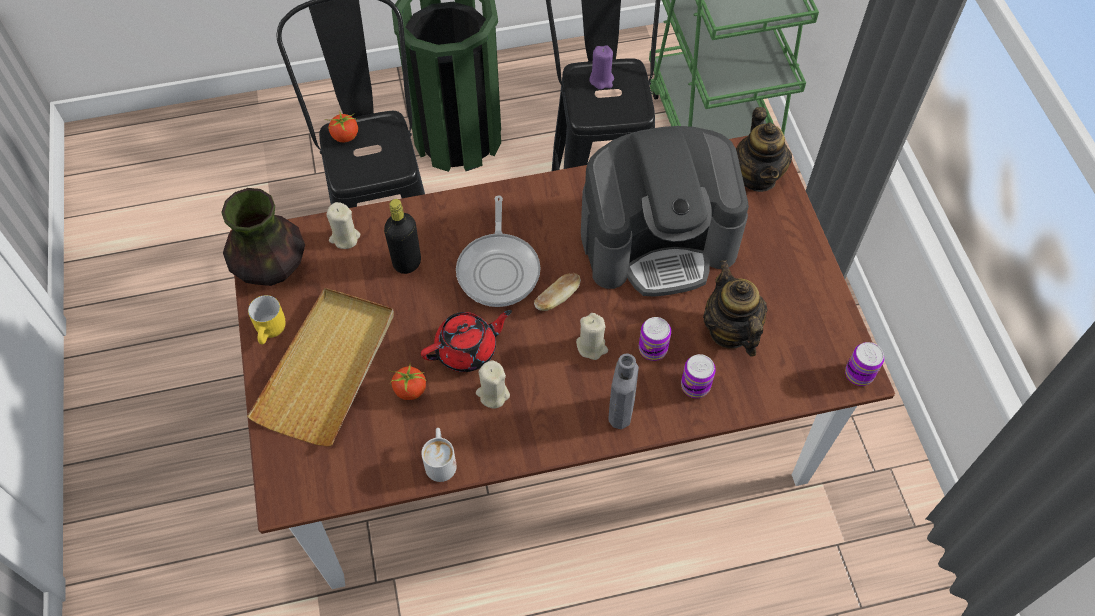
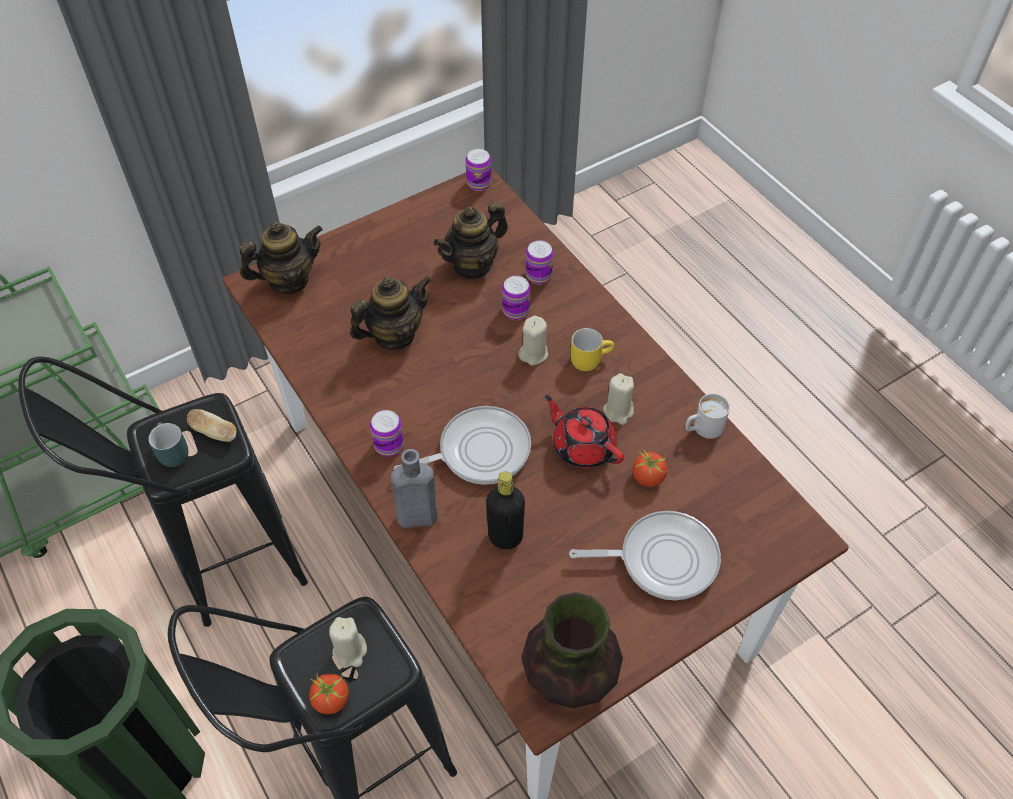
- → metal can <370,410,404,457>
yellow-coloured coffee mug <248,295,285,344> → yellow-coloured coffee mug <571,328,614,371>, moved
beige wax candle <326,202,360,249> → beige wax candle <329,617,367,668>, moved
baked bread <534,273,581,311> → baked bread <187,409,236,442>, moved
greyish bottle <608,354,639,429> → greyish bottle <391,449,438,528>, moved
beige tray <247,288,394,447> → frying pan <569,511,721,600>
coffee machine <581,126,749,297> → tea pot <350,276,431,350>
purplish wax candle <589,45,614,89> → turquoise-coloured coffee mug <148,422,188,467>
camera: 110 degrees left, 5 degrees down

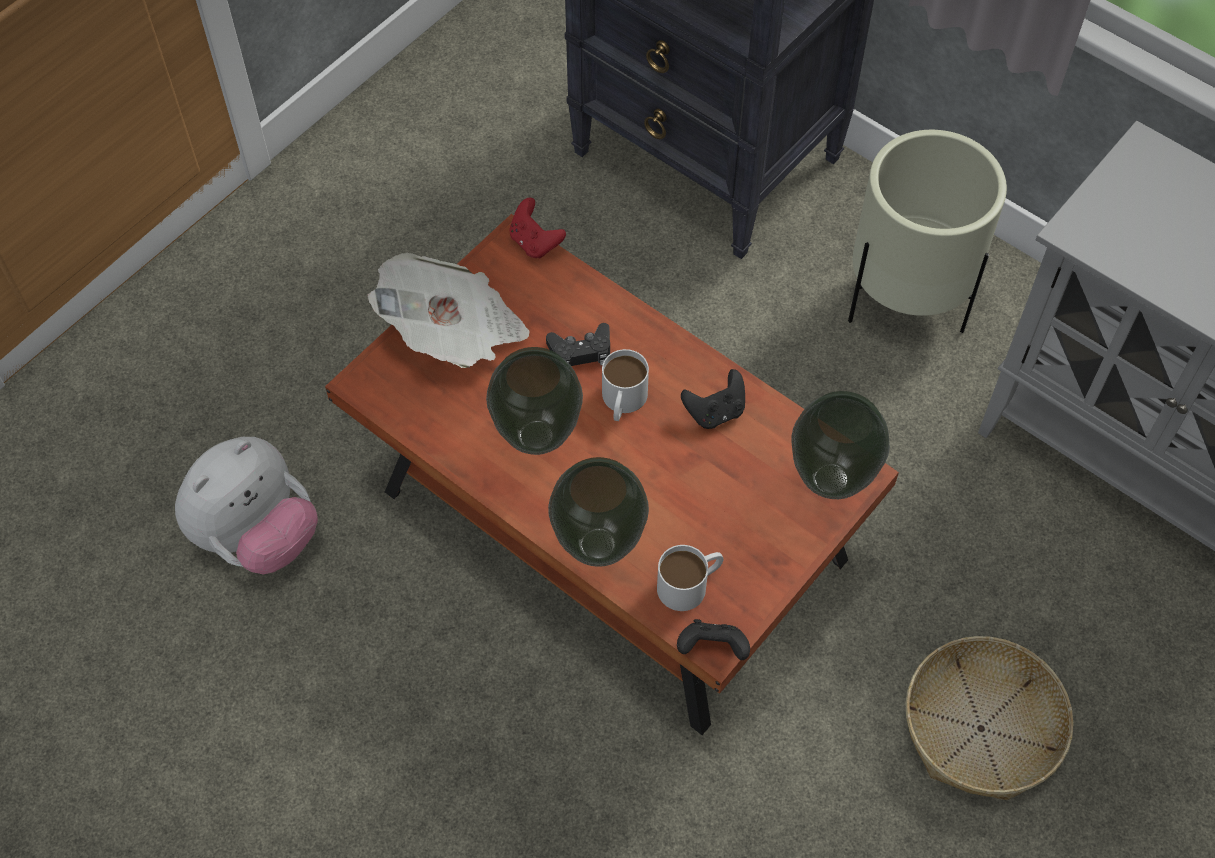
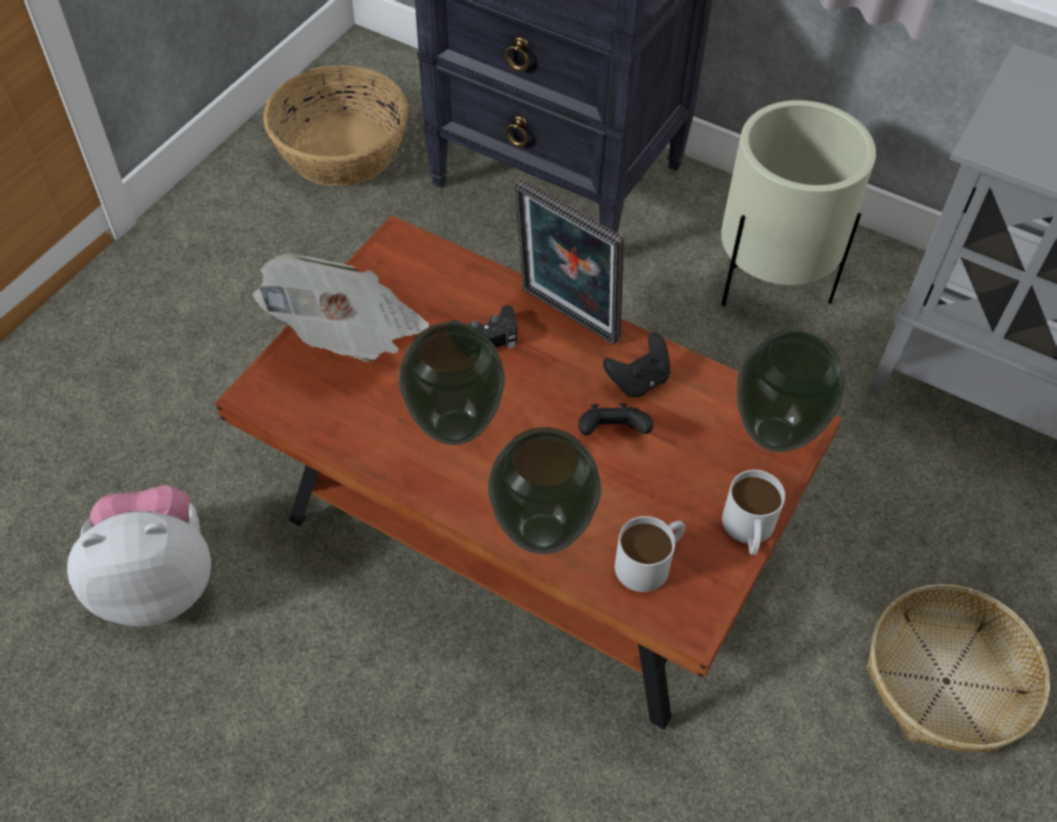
reddish gamepad <509,198,566,259> → -
- → storage basket <263,65,409,187>
- → standing frame <514,179,624,345>
whitish coffee mug <602,349,649,421> → whitish coffee mug <722,470,785,555>, moved
black-coloured gamepad <677,619,750,660> → black-coloured gamepad <579,403,653,436>, moved
cuddly toy <175,437,318,574> → cuddly toy <67,485,211,627>, 135 degrees counterclockwise
camera: 10 degrees left, 5 degrees down

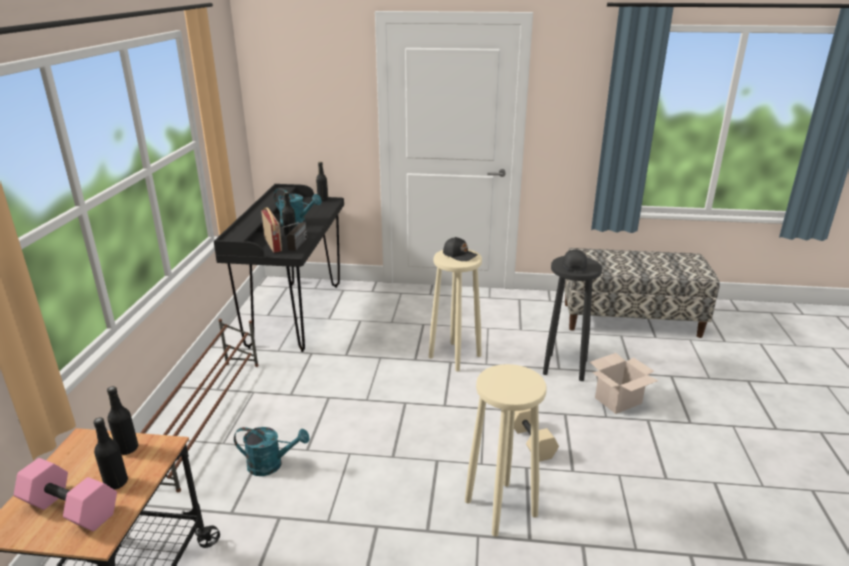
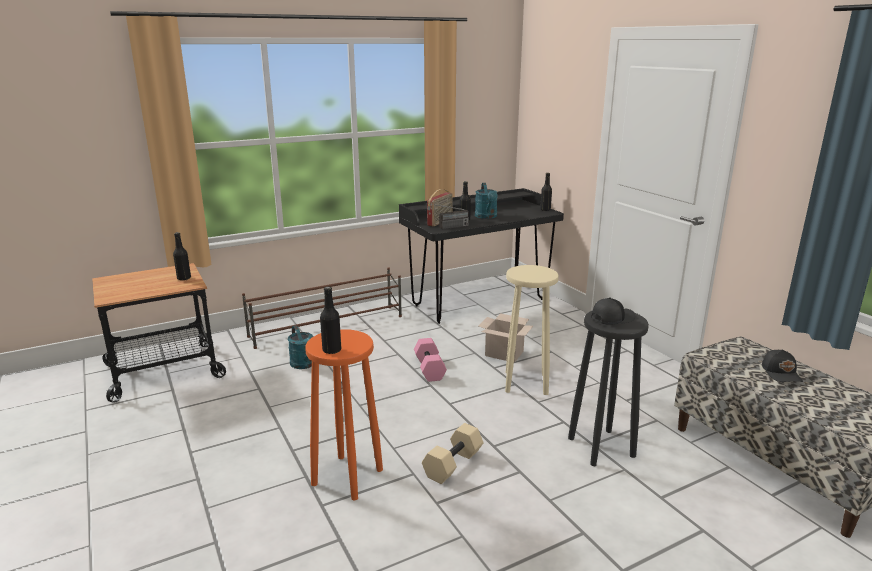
pinkish dumbbell <14,458,117,531> → pinkish dumbbell <414,338,447,382>, moved
black-coloured bottle <93,418,128,490> → black-coloured bottle <320,286,341,354>, moved
black-coloured peaked cap <443,237,477,261> → black-coloured peaked cap <762,349,803,382>, moved
carton <590,353,659,414> → carton <478,313,533,363>, moved
beige sitting stool <465,364,546,537> → orange sitting stool <305,329,383,500>
camera: 55 degrees right, 5 degrees down

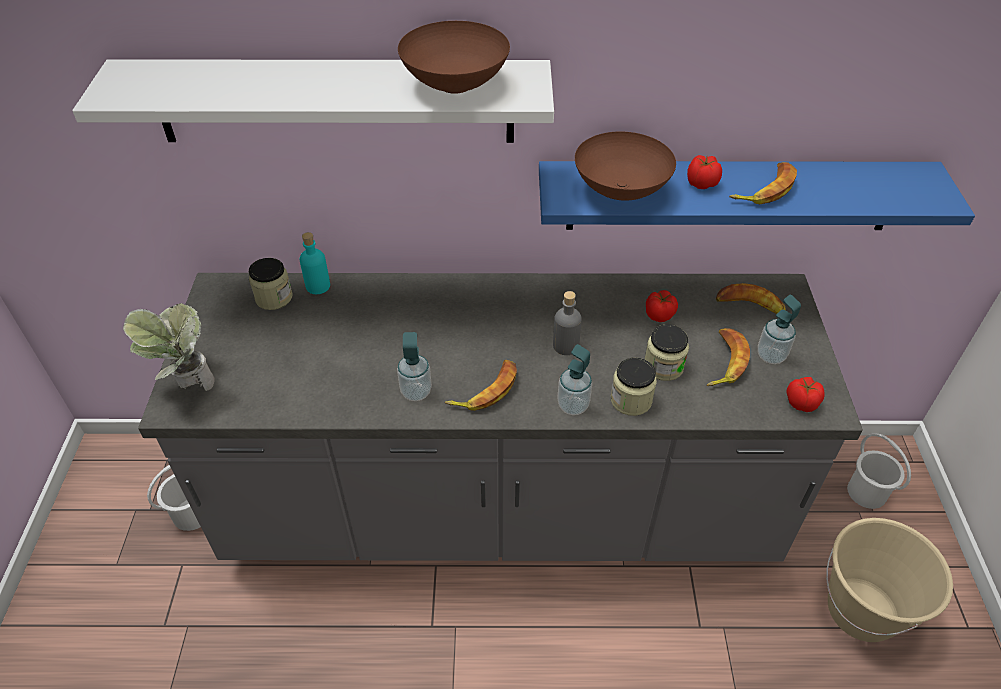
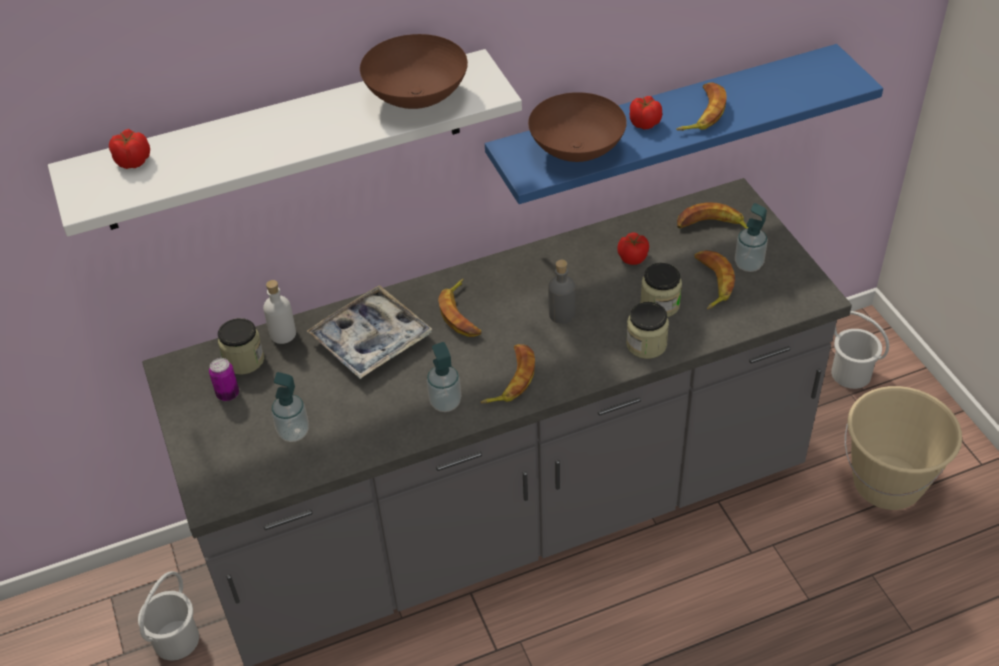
plant in a pot <123,303,214,391> → -
- → metal can <209,358,239,401>
- → tray <307,285,432,379>
- → banana <438,279,481,337>
liquid soap bottle <557,344,592,415> → liquid soap bottle <271,372,309,442>, moved
whole tomato <786,377,825,412> → whole tomato <109,129,150,169>, moved
turquoise-coloured bottle <300,232,330,294> → whitish bottle <263,280,296,344>
camera: 20 degrees left, 0 degrees up

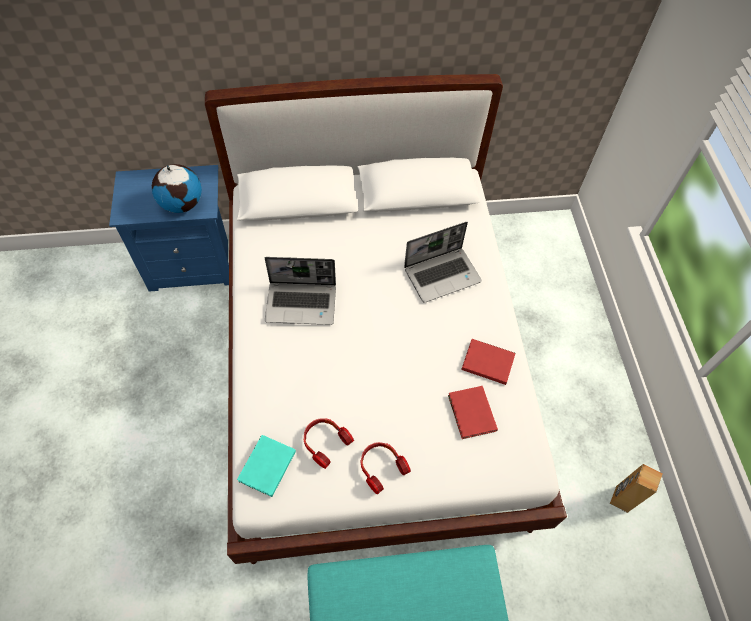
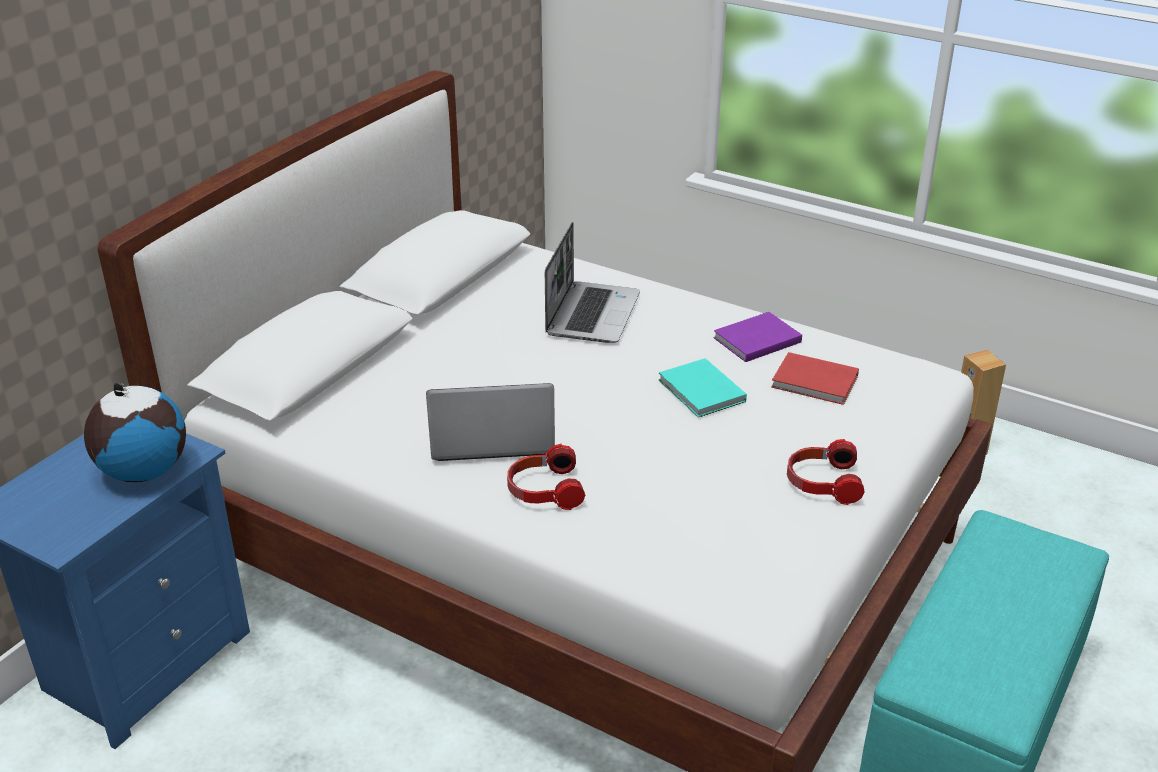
turquoise-coloured bound book <237,435,296,497> → turquoise-coloured bound book <659,358,747,418>, moved
headphones <303,418,354,469> → headphones <507,444,585,510>, moved
reddish bound book <461,339,516,385> → purplish bound book <713,312,802,362>
notebook computer <265,257,336,325> → notebook computer <426,383,555,461>, 135 degrees counterclockwise
camera: 50 degrees left, 25 degrees down

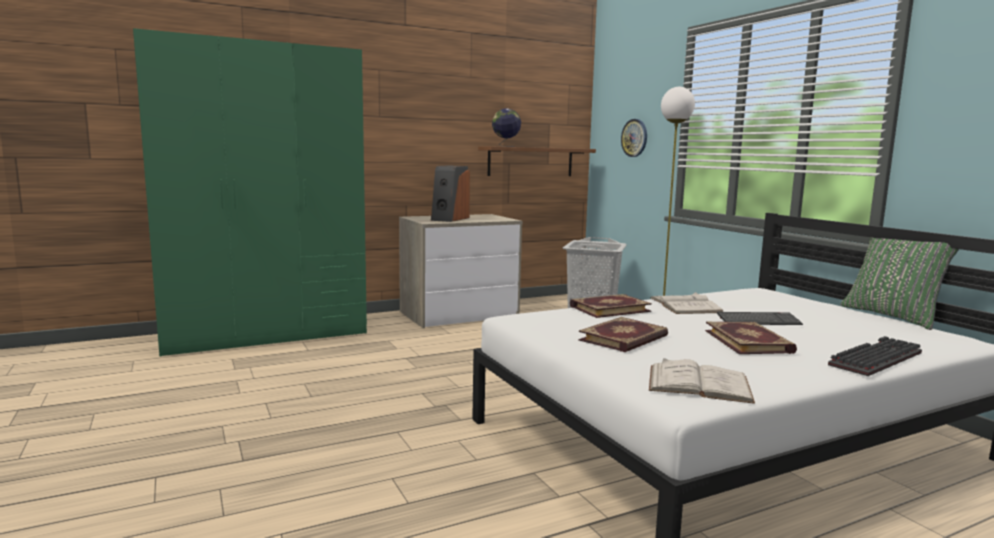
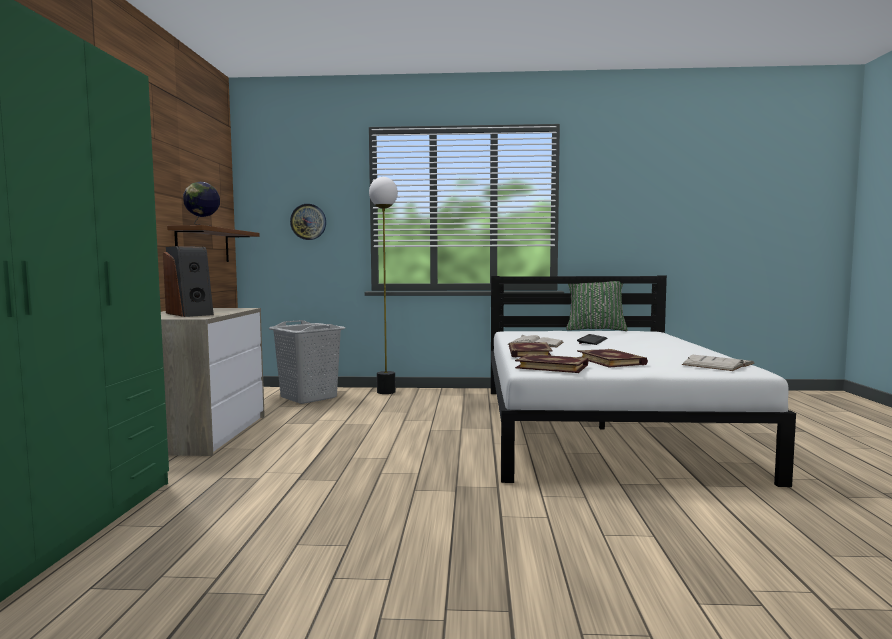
PC keyboard <828,336,922,376> → -
bound book <705,322,797,354> → bound book <515,354,588,373>, moved
camera: 60 degrees left, 5 degrees down

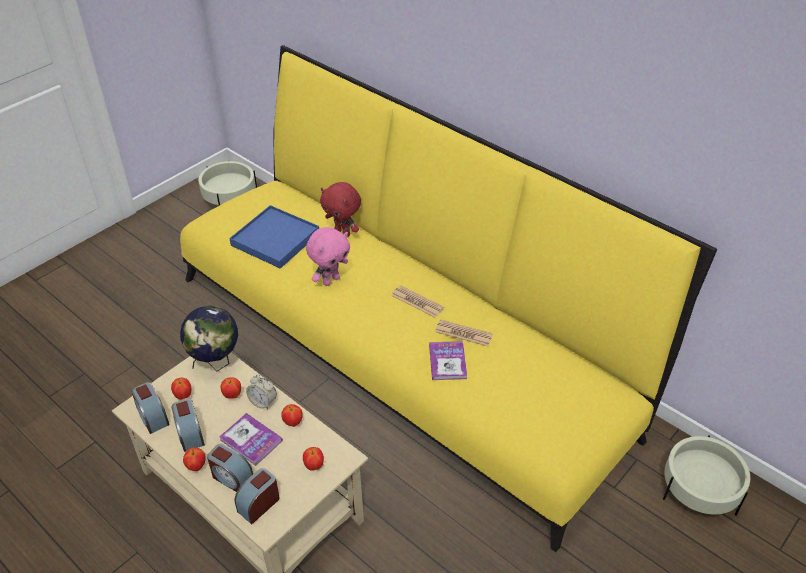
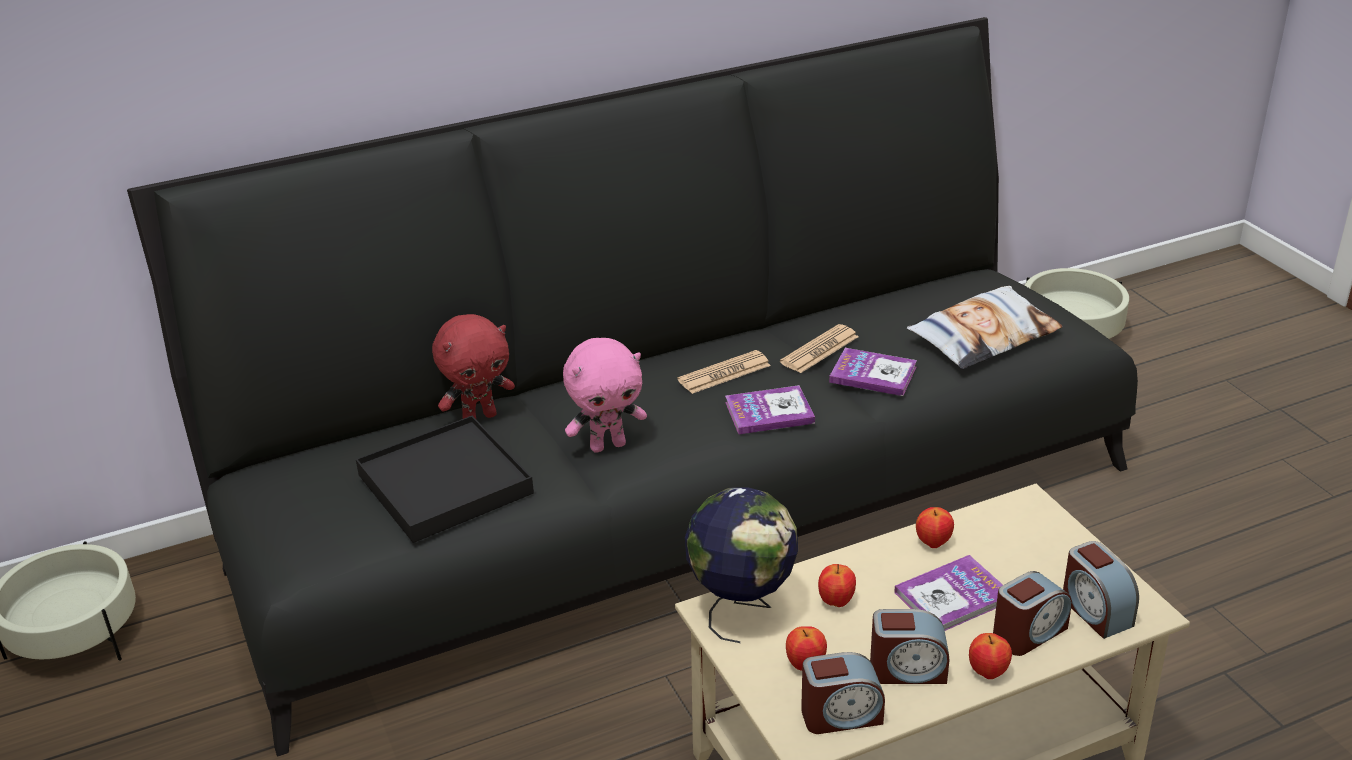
bedside clock <246,375,277,409> → -
whole apple <303,447,324,470> → -
- → bound book <725,385,815,434>
- → throw pillow <907,286,1063,369>
yellow-coloured settee <180,45,717,552> → black-coloured settee <127,17,1138,756>
blue-coloured tray <230,205,319,269> → black-coloured tray <356,416,534,543>
pinkish cuddly toy <306,227,350,286> → pinkish cuddly toy <563,338,647,453>, 90 degrees clockwise
camera: 65 degrees left, 10 degrees down

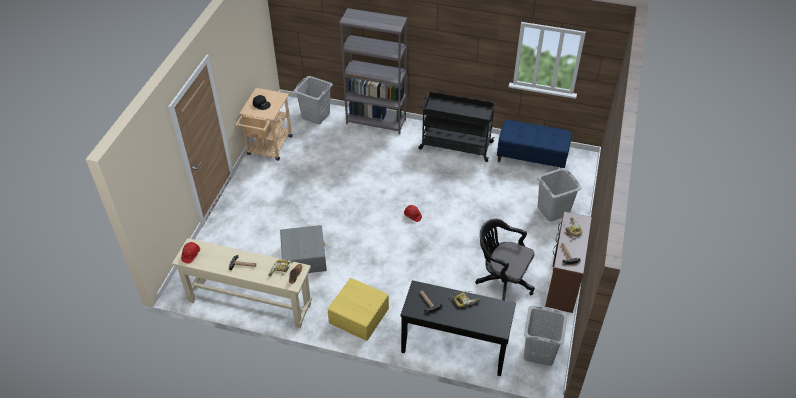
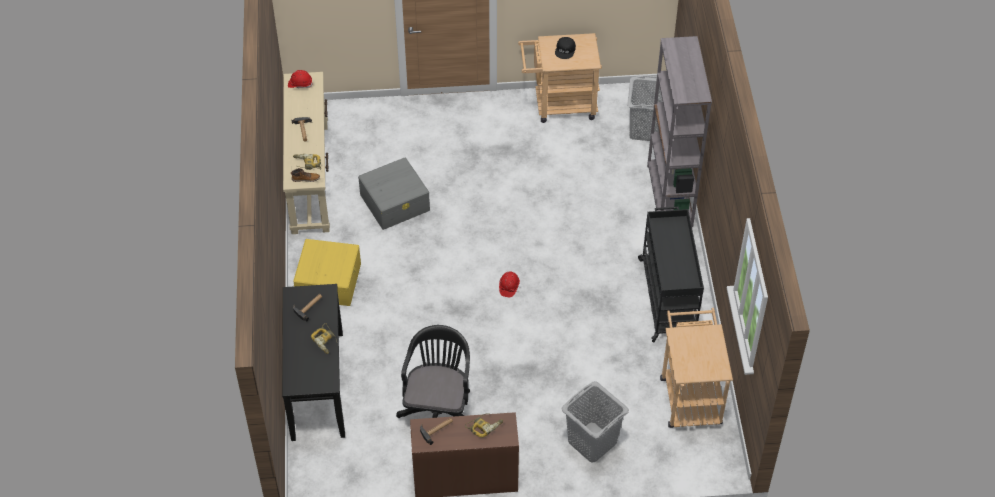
greyish washing basket <524,306,568,366> → -
blue-coloured indoor bench <497,119,572,168> → beige wheeled cart <660,308,733,428>
camera: 70 degrees right, 5 degrees up

